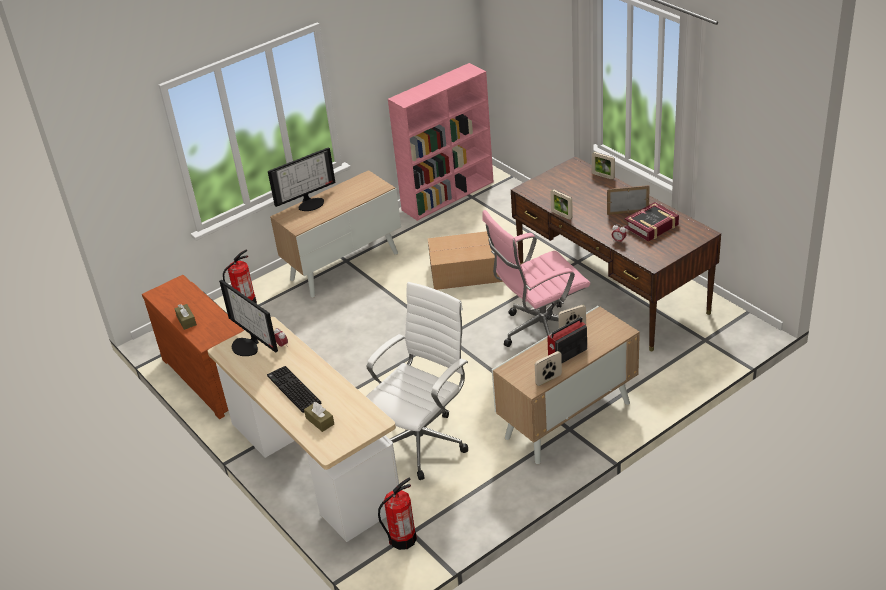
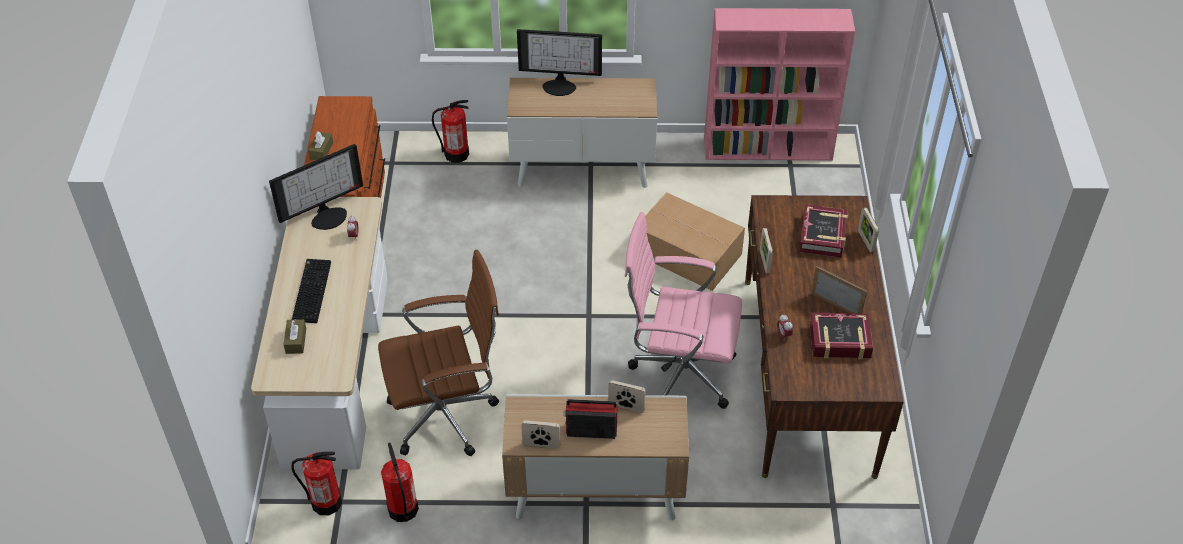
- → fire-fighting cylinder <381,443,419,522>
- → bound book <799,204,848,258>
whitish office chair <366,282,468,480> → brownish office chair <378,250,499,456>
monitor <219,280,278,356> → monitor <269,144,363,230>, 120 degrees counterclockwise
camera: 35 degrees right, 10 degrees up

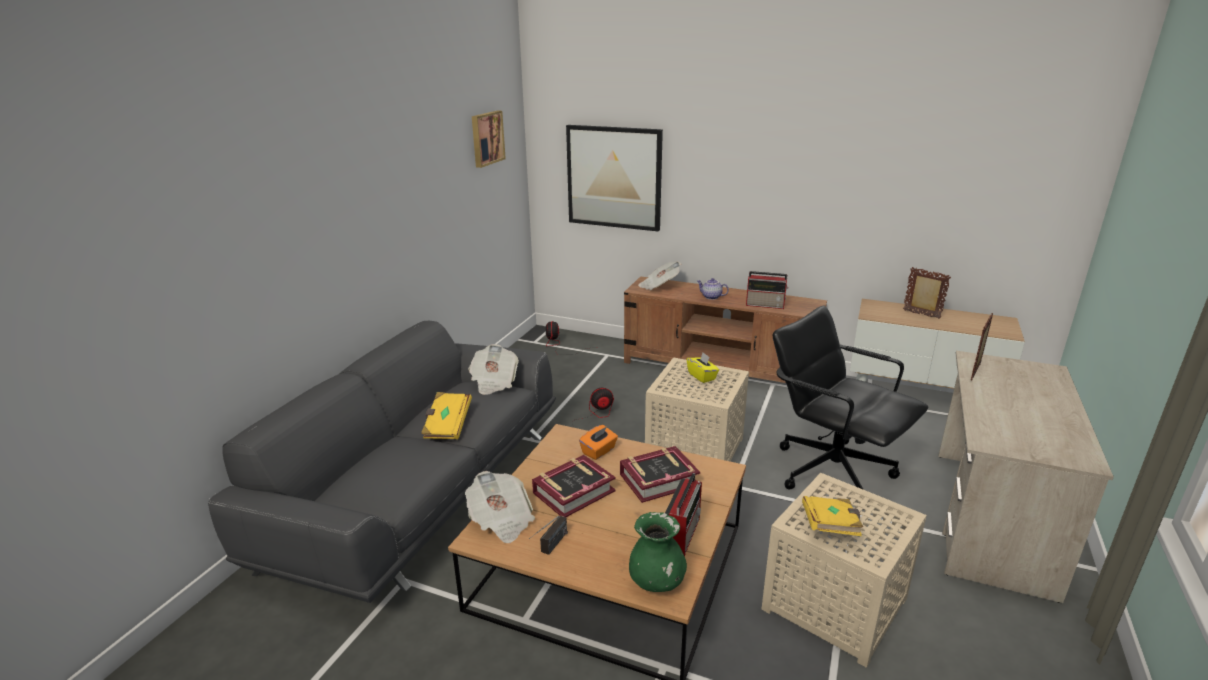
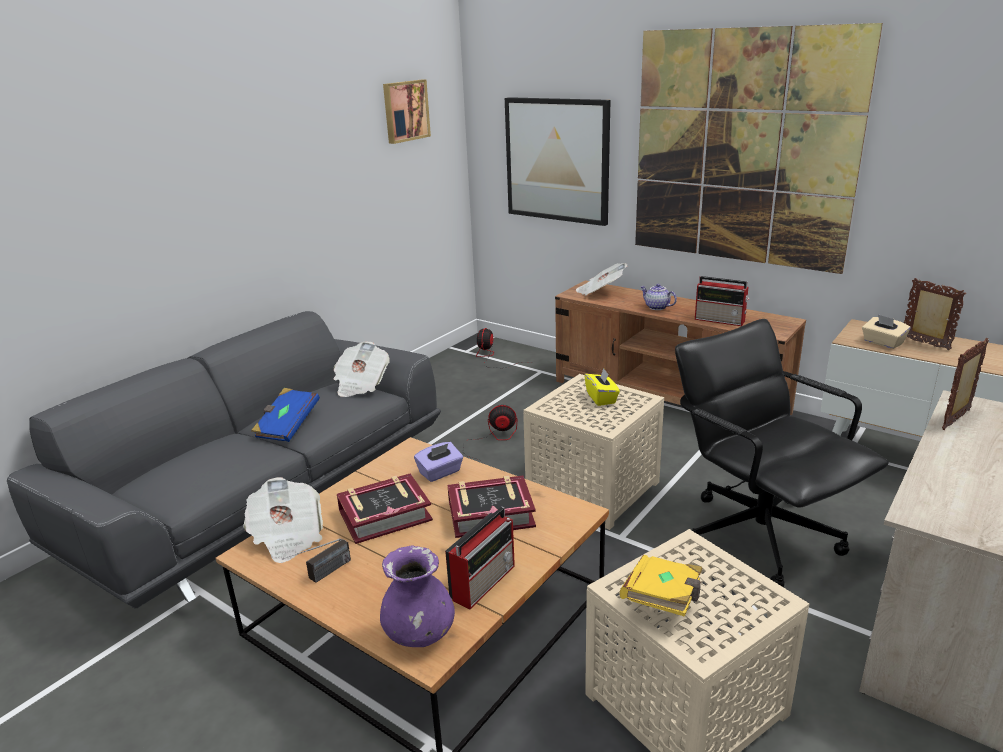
- → wall picture <635,23,883,274>
- → beige tissue holder <862,314,910,349>
yellow-coloured bound book <421,392,472,439> → blue-coloured bound book <251,388,320,442>
orange tissue holder <579,425,618,460> → purplish tissue holder <414,442,463,482>
green vase <629,512,687,592> → purplish vase <380,545,455,647>
camera: 15 degrees right, 0 degrees up

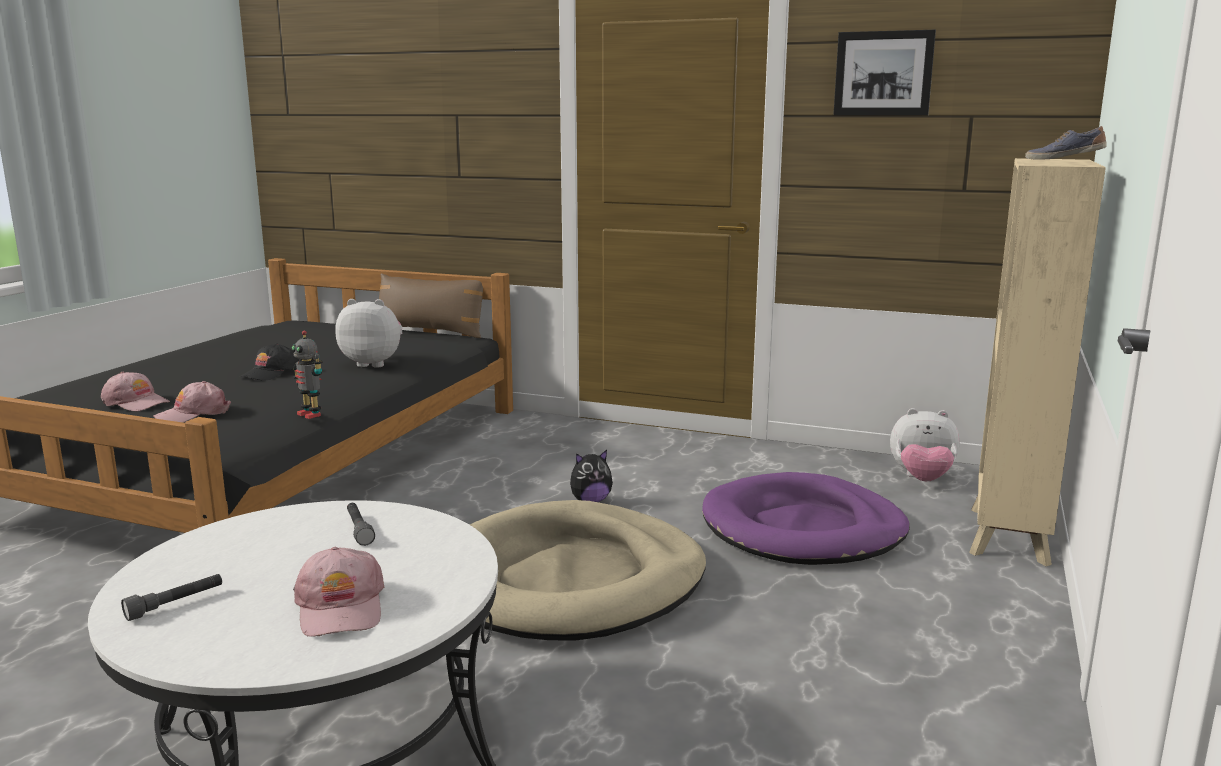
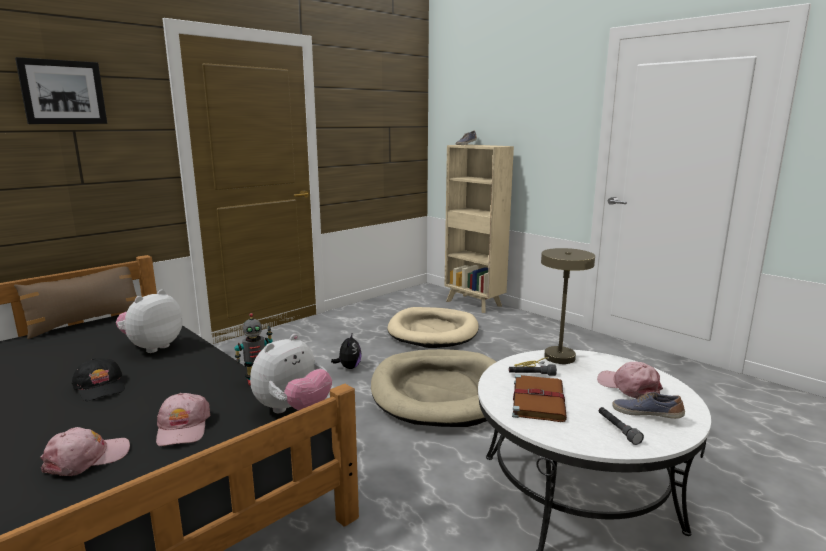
- → brownish bound book <512,374,567,422>
- → beige table lamp <514,248,595,367>
- → low shoe <612,392,685,419>
wall picture <833,30,936,116> → wall picture <15,57,107,124>, moved
cuddly toy <890,408,960,481> → cuddly toy <250,334,332,413>, moved
purplish dog cushion <702,472,910,565> → beige dog cushion <387,307,479,348>
pinkish peaked cap <293,547,385,637> → pinkish peaked cap <597,362,663,399>, 135 degrees counterclockwise
camera: 65 degrees left, 0 degrees up

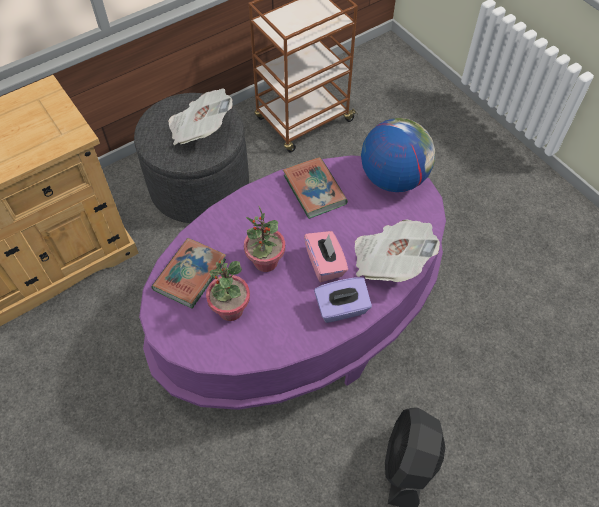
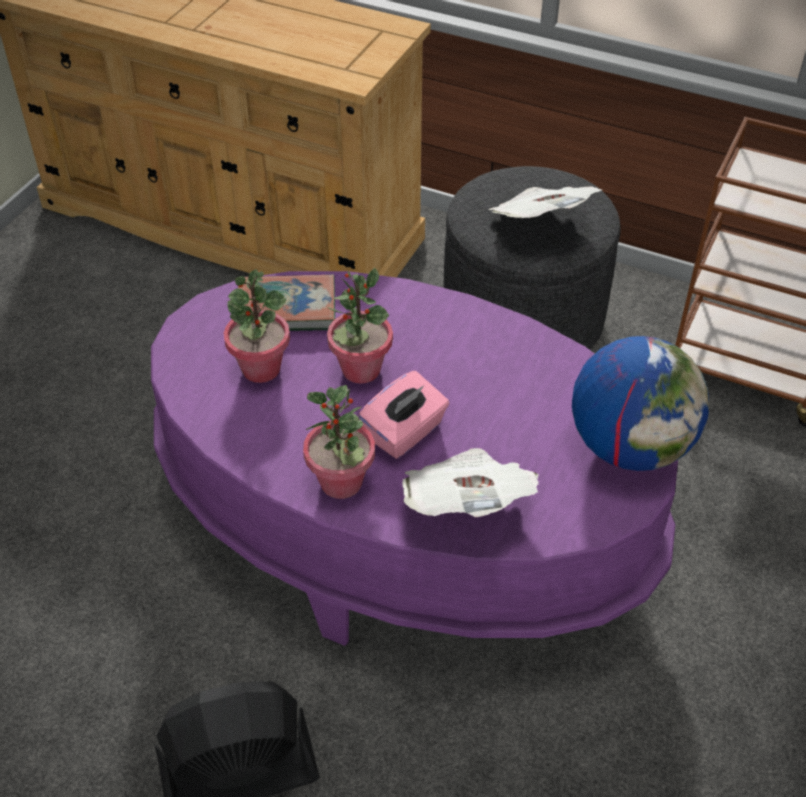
bound book <283,157,348,219> → -
purplish tissue holder <314,277,372,323> → plant in a pot <303,385,375,499>
camera: 60 degrees right, 10 degrees down

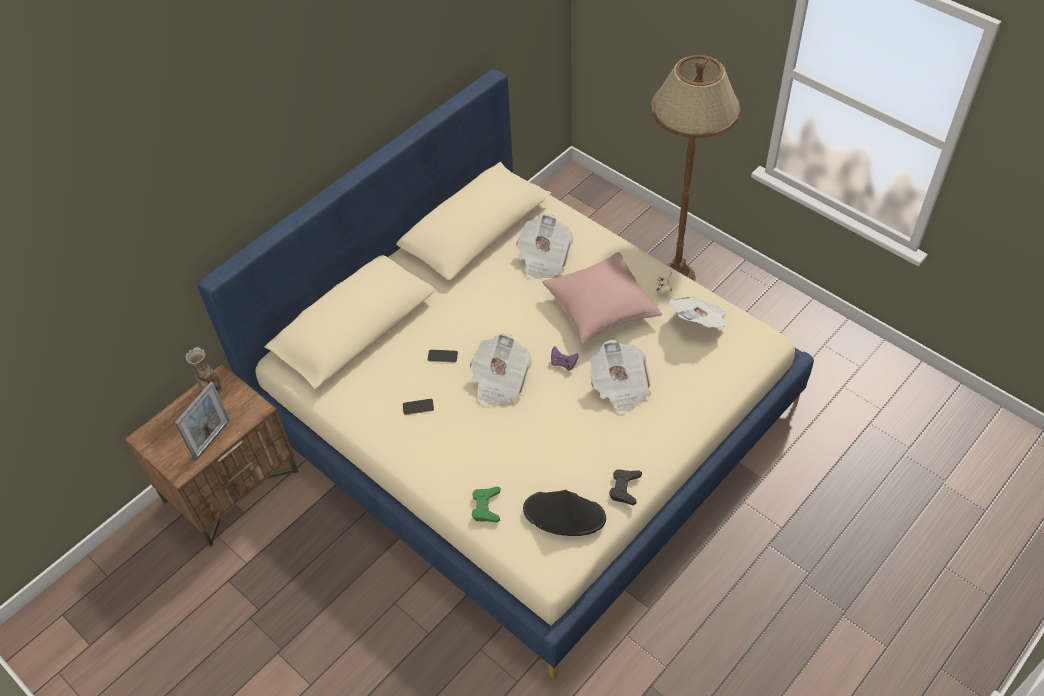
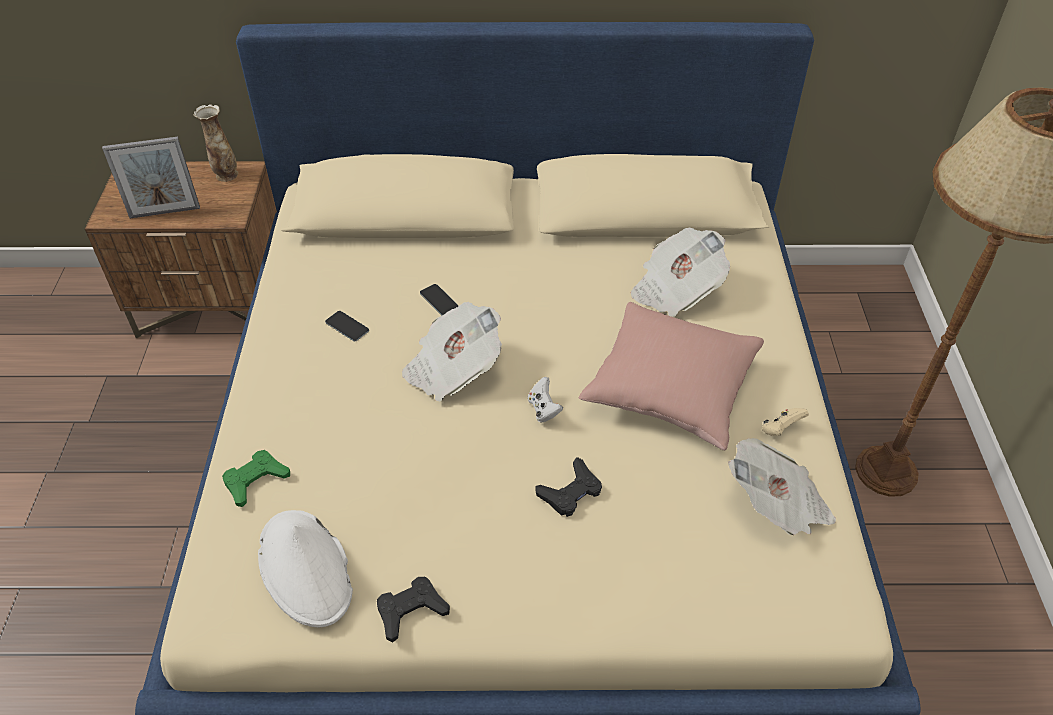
daily paper <590,340,651,415> → black-coloured gamepad <535,457,602,517>
black-coloured hat <523,490,606,536> → whitish hat <258,510,353,627>
purplish gamepad <551,346,579,370> → whitish gamepad <528,377,563,422>
camera: 45 degrees right, 5 degrees down

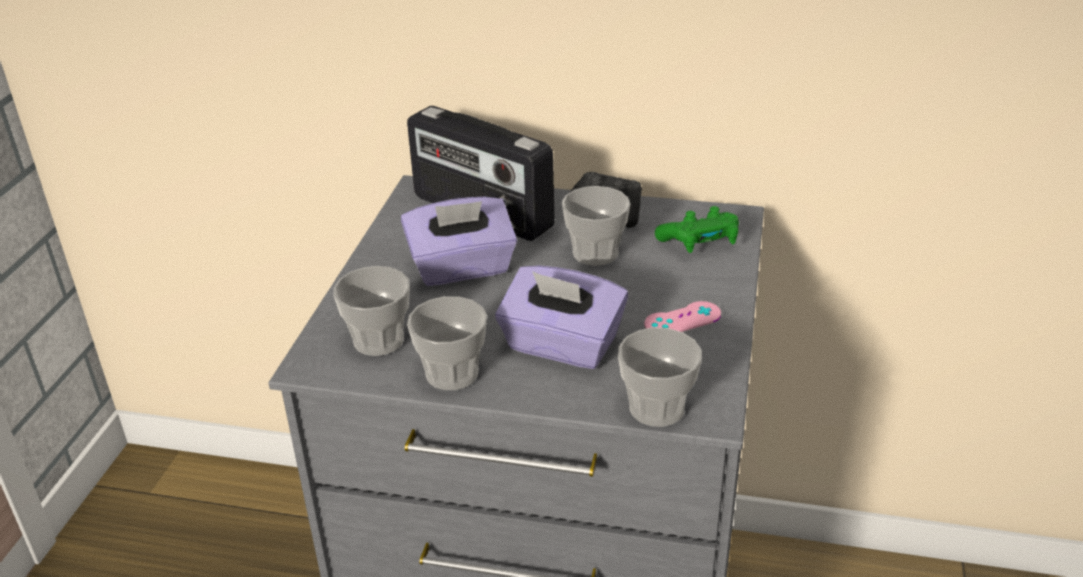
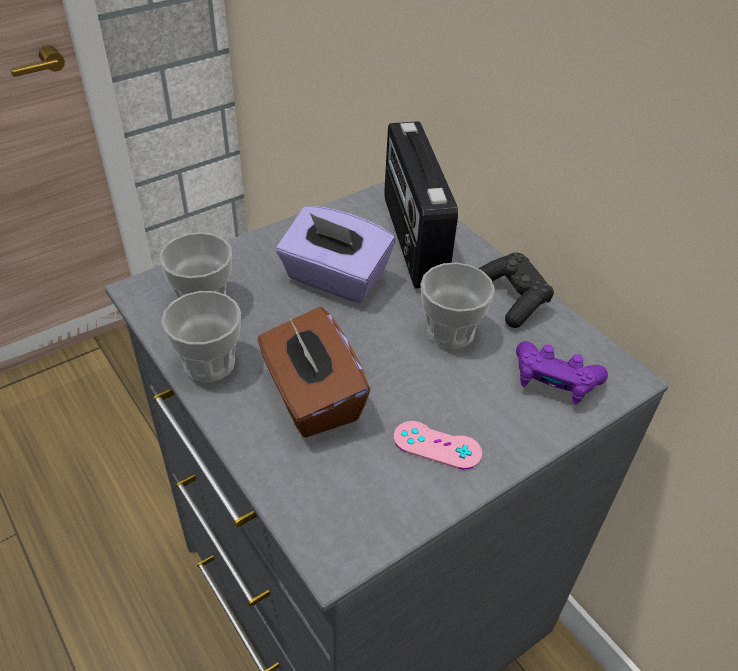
drinking cup <618,327,702,427> → -
purplish tissue holder <495,265,628,369> → brownish tissue holder <258,307,370,437>
green gamepad <655,206,739,253> → purplish gamepad <516,341,608,405>
camera: 40 degrees right, 10 degrees up

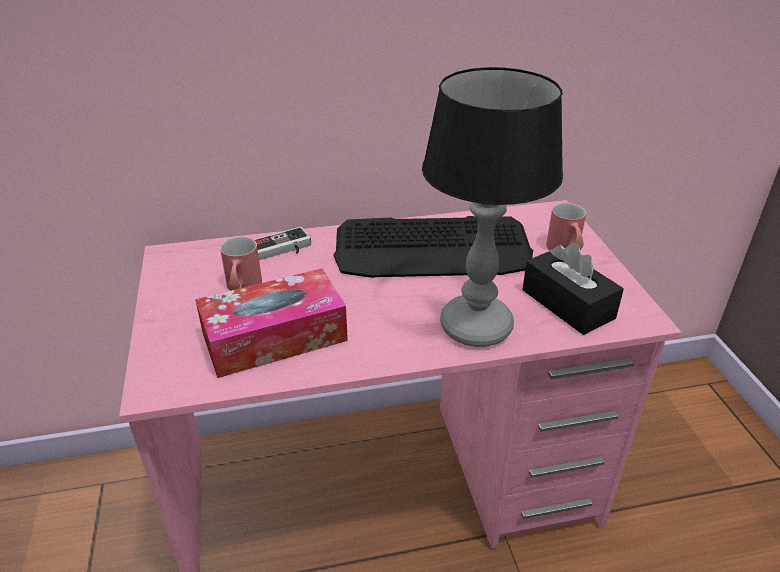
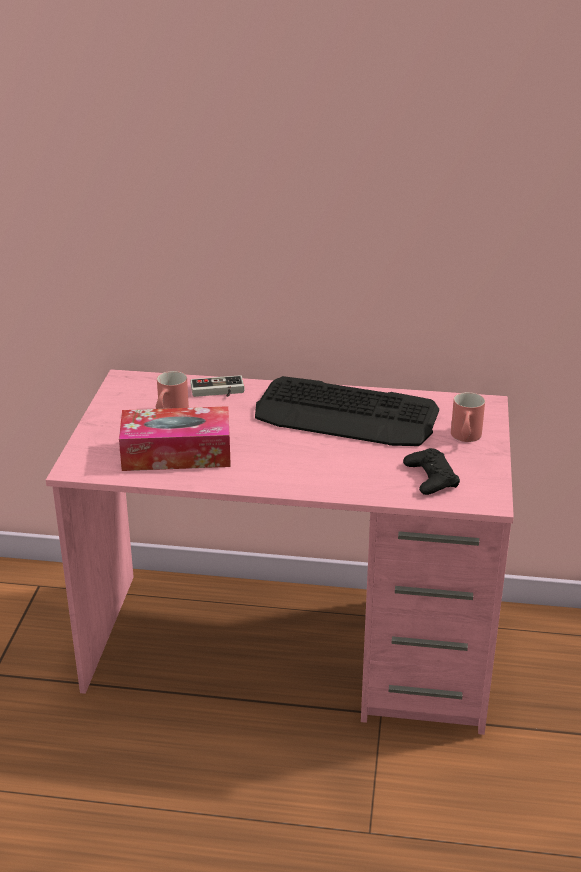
table lamp <422,67,563,347> → -
black-coloured tissue holder <522,242,624,335> → black-coloured gamepad <403,448,460,495>
camera: 20 degrees right, 5 degrees down

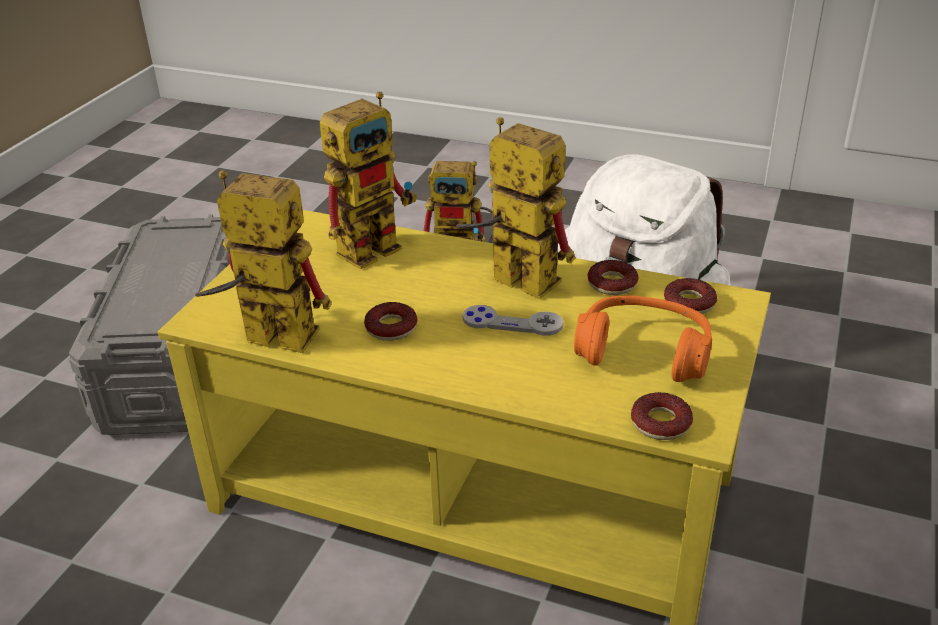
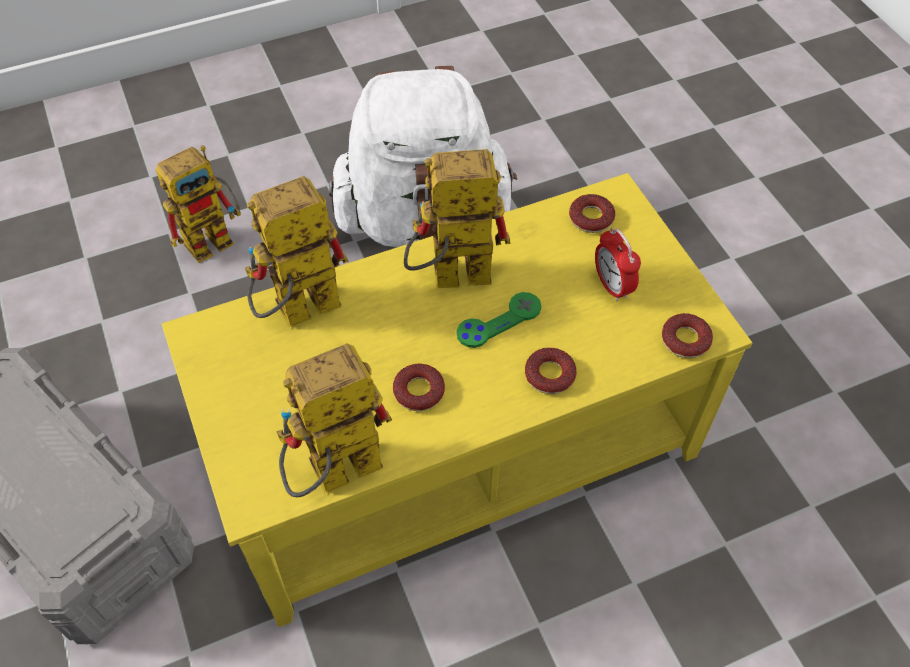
doughnut <588,260,638,295> → doughnut <525,348,577,394>, moved
orange headphones <574,295,712,382> → bedside clock <595,228,641,301>
greyish gamepad <463,305,563,336> → green gamepad <457,292,541,348>
robot figure <320,92,417,269> → robot figure <245,176,349,327>, 120 degrees counterclockwise
camera: 45 degrees left, 20 degrees up

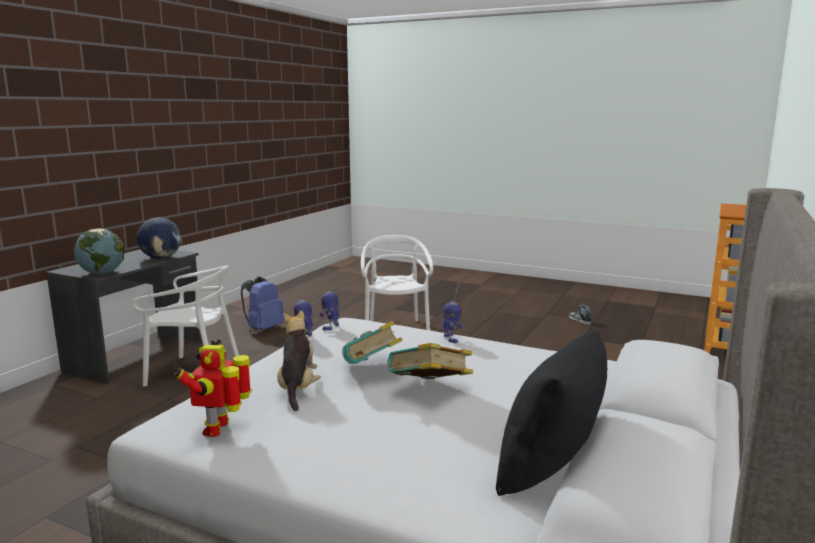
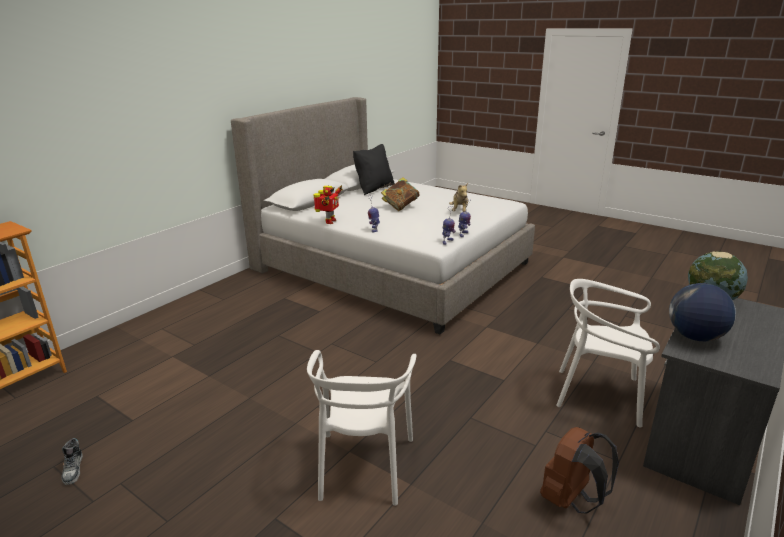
bound book <342,321,403,364> → -
robot figure <174,339,251,437> → robot figure <313,185,343,224>, moved
blue-coloured knapsack <241,277,284,330> → brownish knapsack <540,427,619,514>
camera: 170 degrees left, 10 degrees up

